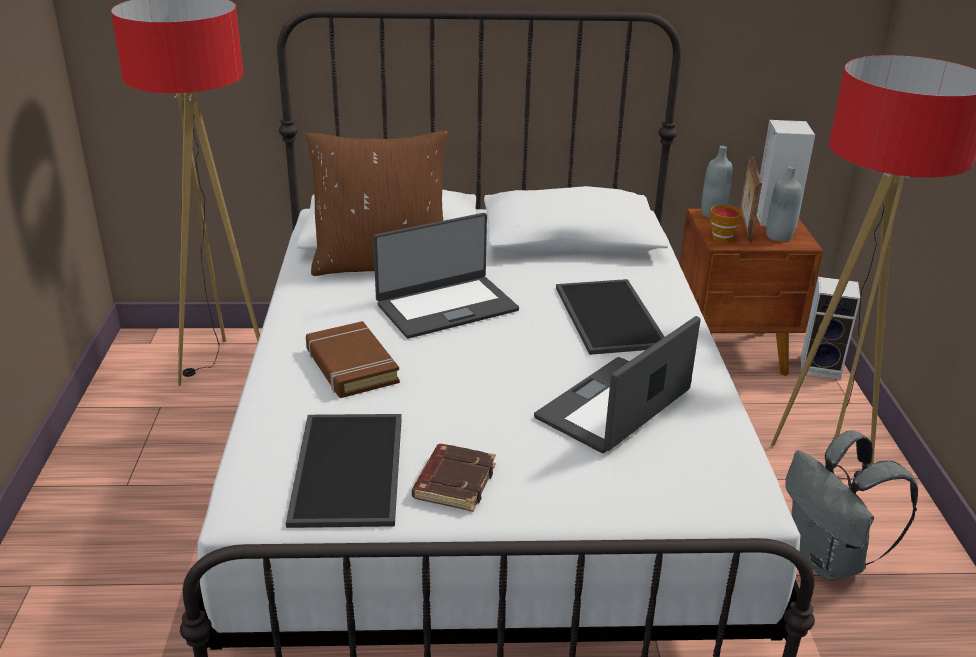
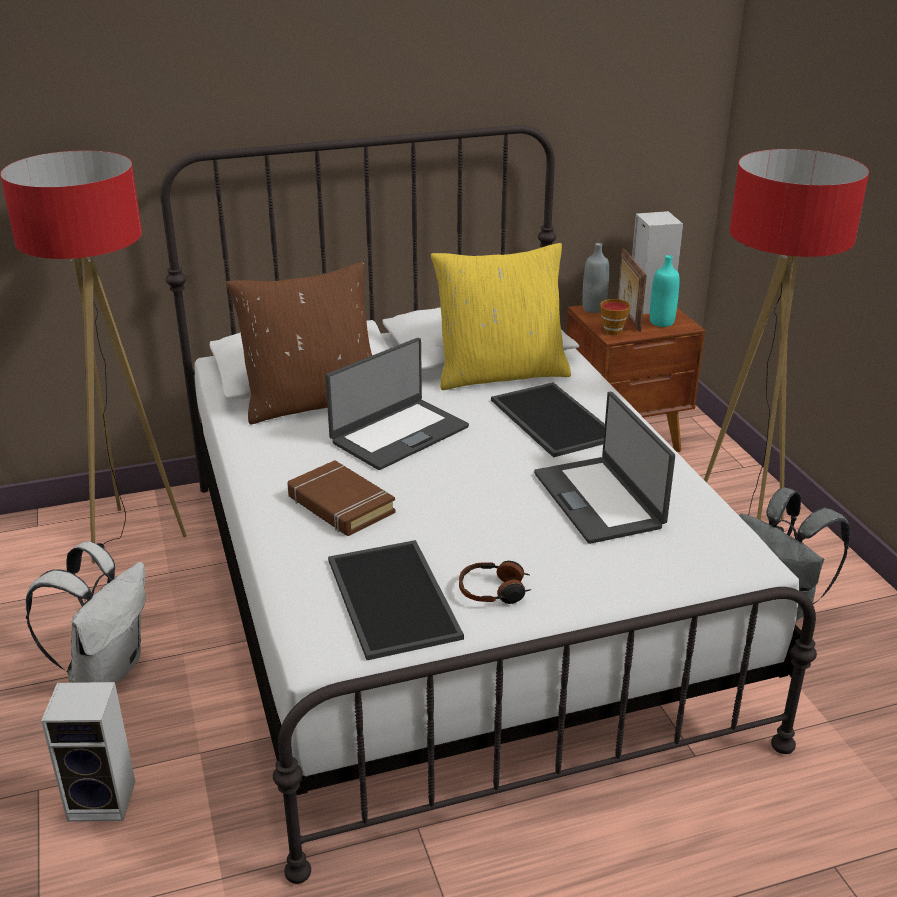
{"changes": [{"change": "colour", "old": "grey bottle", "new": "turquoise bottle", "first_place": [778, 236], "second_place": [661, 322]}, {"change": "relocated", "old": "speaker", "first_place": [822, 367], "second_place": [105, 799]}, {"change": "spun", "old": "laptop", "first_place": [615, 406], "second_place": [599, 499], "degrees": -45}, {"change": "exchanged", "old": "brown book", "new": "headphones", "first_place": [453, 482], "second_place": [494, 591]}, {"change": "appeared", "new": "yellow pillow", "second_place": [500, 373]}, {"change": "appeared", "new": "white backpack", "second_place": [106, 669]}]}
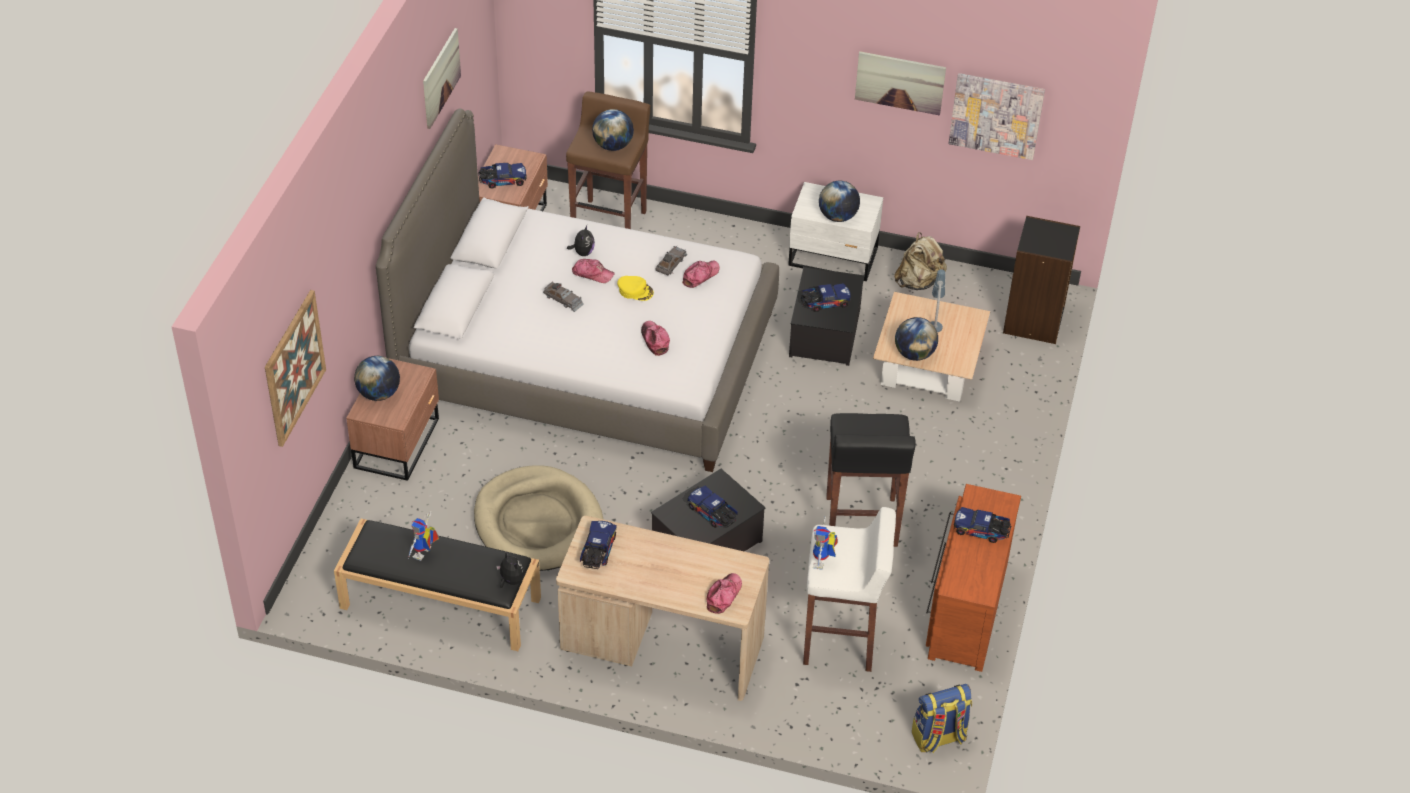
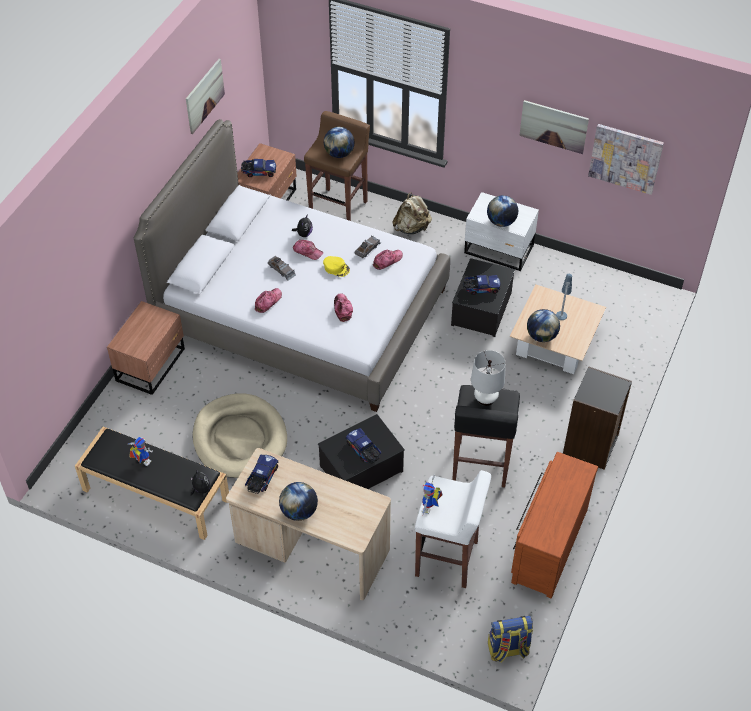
{"changes": [{"change": "relocated", "old": "black bookcase", "first_place": [1034, 320], "second_place": [591, 445]}, {"change": "relocated", "old": "beige backpack", "first_place": [918, 282], "second_place": [412, 228]}, {"change": "missing", "old": "picture", "first_place": [294, 367]}, {"change": "relocated", "old": "globe", "first_place": [379, 394], "second_place": [299, 511]}, {"change": "missing", "old": "toy truck", "first_place": [981, 531]}, {"change": "spun", "old": "toy robot", "first_place": [424, 555], "second_place": [141, 461], "degrees": 90}, {"change": "relocated", "old": "cap", "first_place": [723, 595], "second_place": [268, 302]}, {"change": "appeared", "new": "white table lamp", "second_place": [485, 399]}]}
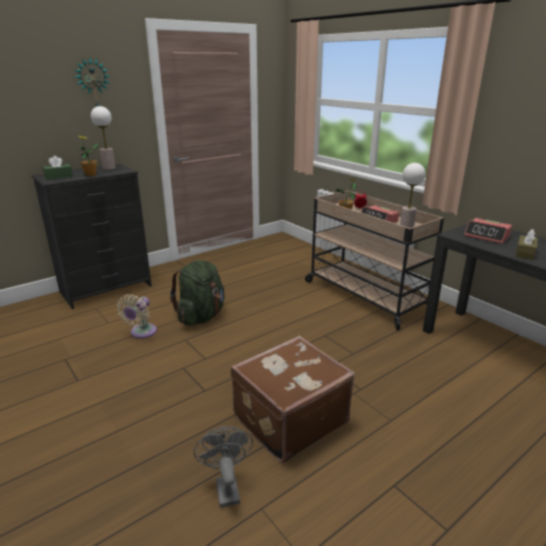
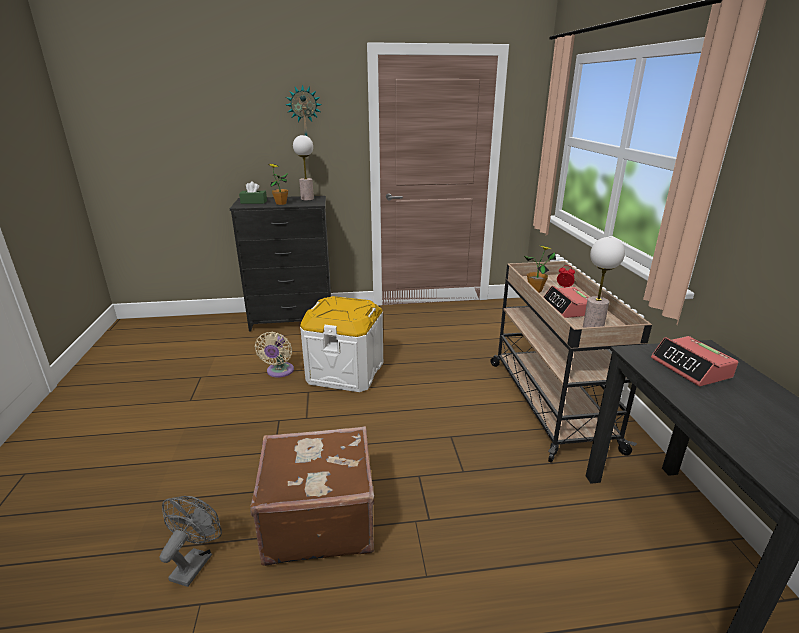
{"changes": [{"change": "missing", "old": "brown tissue box", "first_place": [525, 253]}, {"change": "exchanged", "old": "green backpack", "new": "white storage box", "first_place": [201, 316], "second_place": [345, 372]}, {"change": "spun", "old": "beige fan", "first_place": [141, 333], "second_place": [279, 372], "degrees": -45}]}
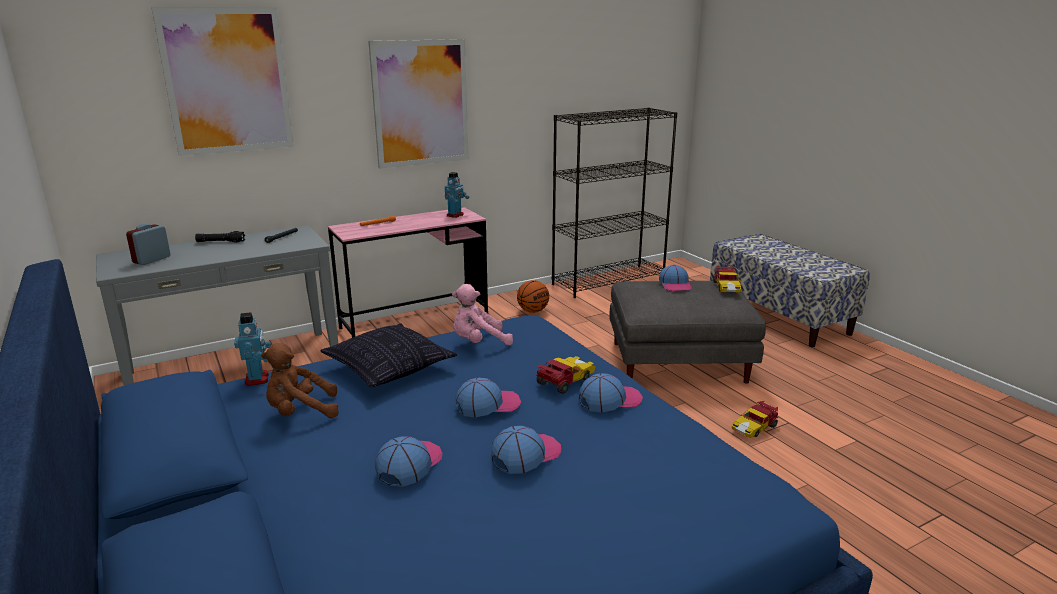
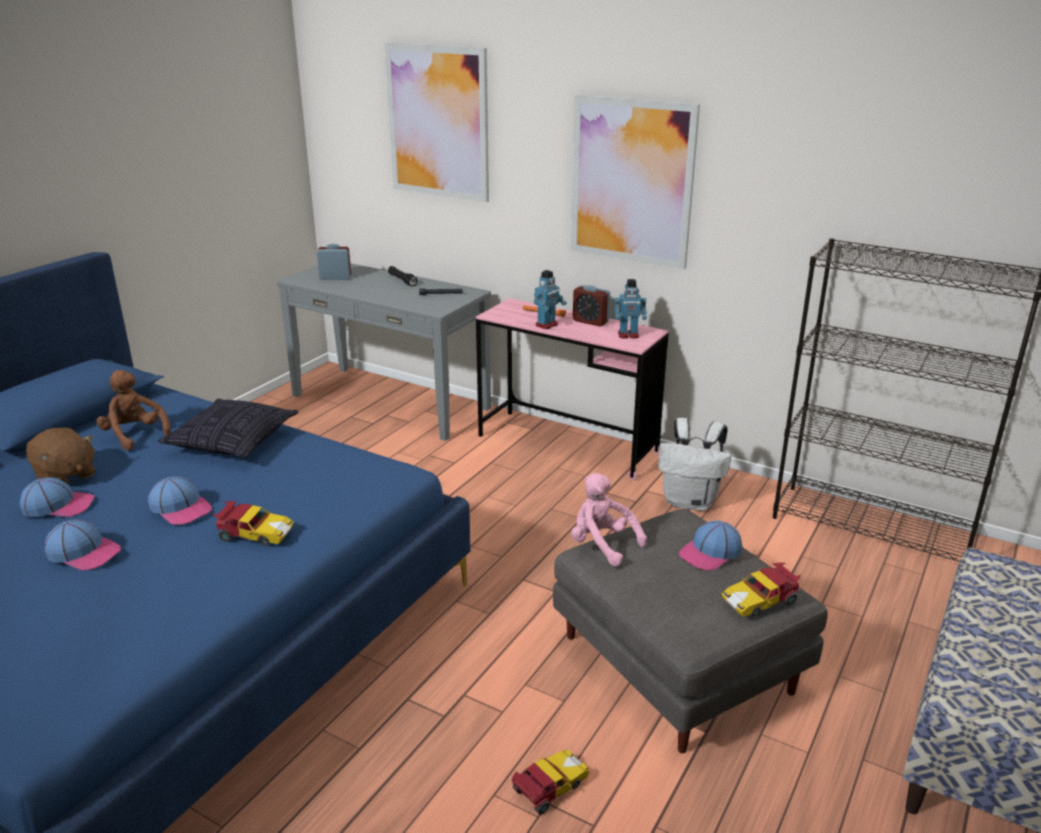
{"changes": [{"change": "exchanged", "old": "basketball", "new": "white backpack", "first_place": [532, 311], "second_place": [690, 502]}, {"change": "relocated", "old": "pink plush toy", "first_place": [478, 342], "second_place": [602, 545]}, {"change": "relocated", "old": "toy robot", "first_place": [257, 379], "second_place": [547, 325]}, {"change": "missing", "old": "cap", "first_place": [610, 400]}, {"change": "spun", "old": "toy car", "first_place": [754, 427], "second_place": [548, 788], "degrees": 120}, {"change": "appeared", "new": "alarm clock", "second_place": [590, 321]}, {"change": "appeared", "new": "brown plush toy", "second_place": [65, 476]}]}
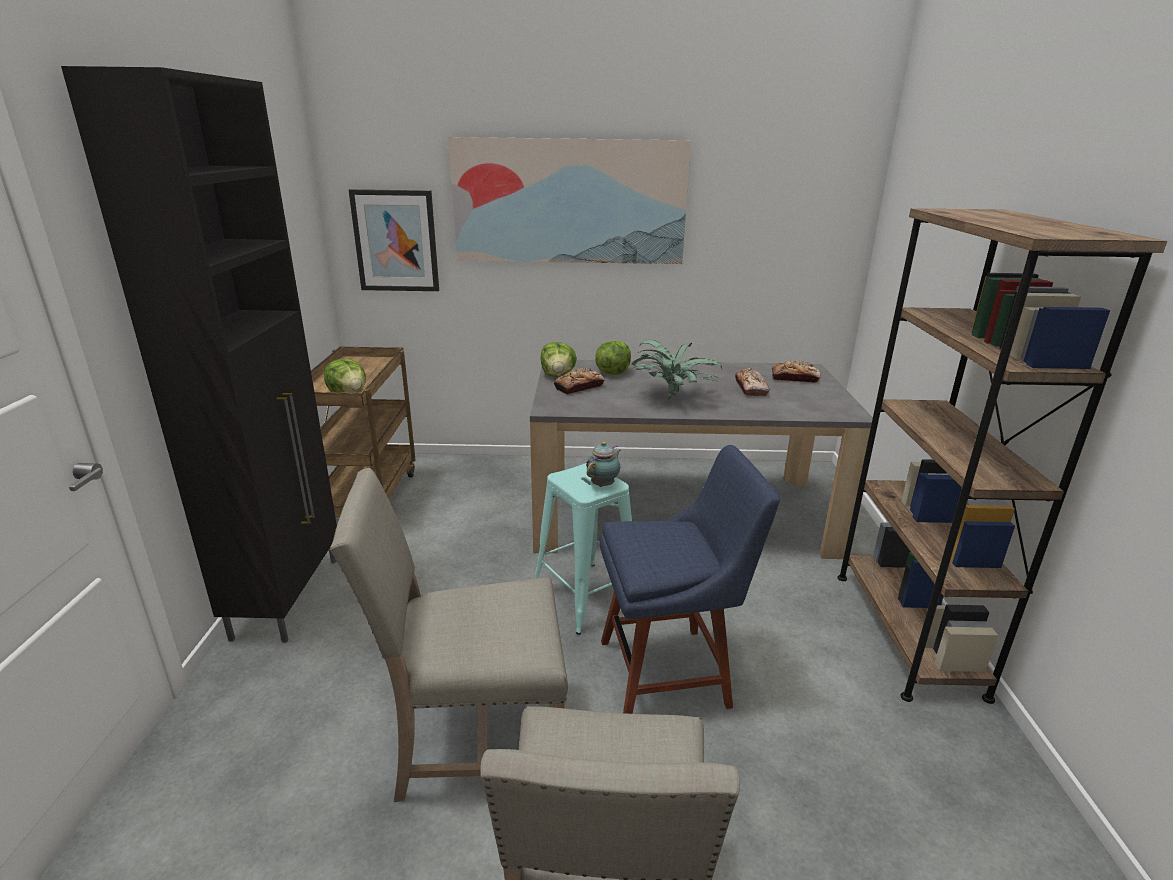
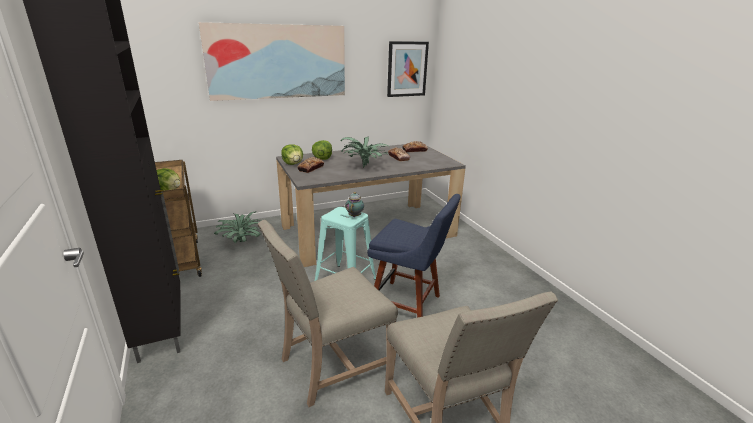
{"changes": [{"change": "relocated", "old": "picture", "first_place": [396, 241], "second_place": [407, 69]}, {"change": "missing", "old": "brown bookcase", "first_place": [906, 631]}, {"change": "spun", "old": "blue chair", "first_place": [671, 671], "second_place": [408, 305], "degrees": 60}, {"change": "appeared", "new": "potted plant", "second_place": [242, 242]}]}
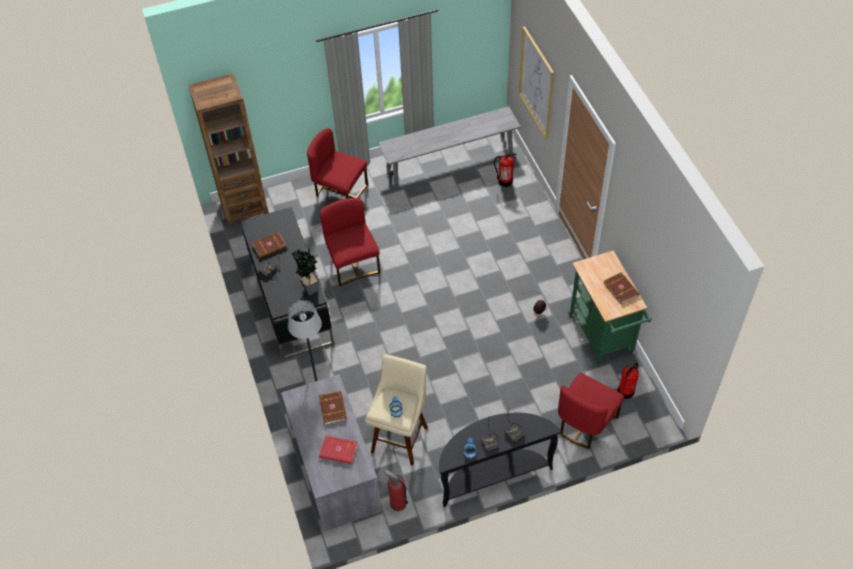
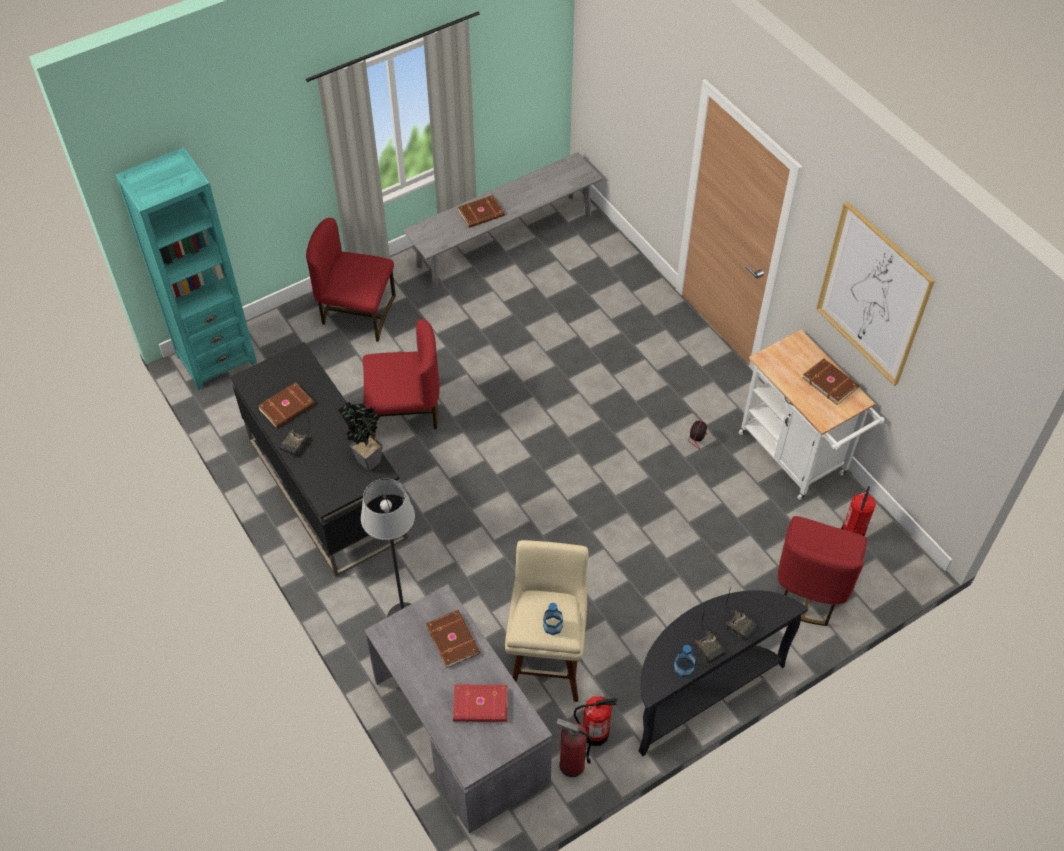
{"changes": [{"change": "relocated", "old": "picture", "first_place": [536, 83], "second_place": [873, 294]}, {"change": "colour", "old": "brown bookcase", "new": "turquoise bookcase", "first_place": [244, 208], "second_place": [216, 358]}, {"change": "relocated", "old": "fire extinguisher", "first_place": [505, 181], "second_place": [595, 733]}, {"change": "spun", "old": "red chair", "first_place": [353, 263], "second_place": [404, 414], "degrees": 120}, {"change": "colour", "old": "green cart", "new": "white cart", "first_place": [603, 336], "second_place": [797, 458]}, {"change": "appeared", "new": "brown book", "second_place": [481, 214]}]}
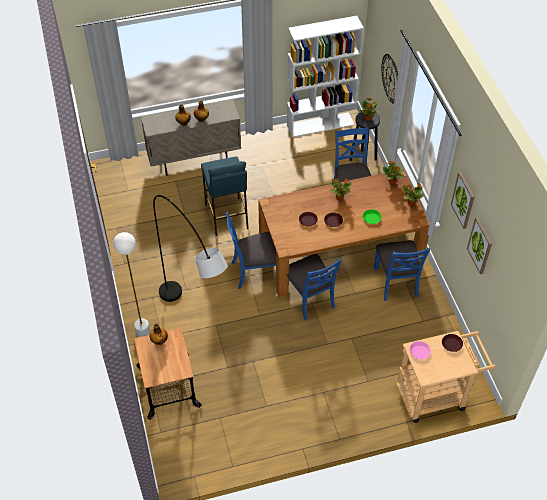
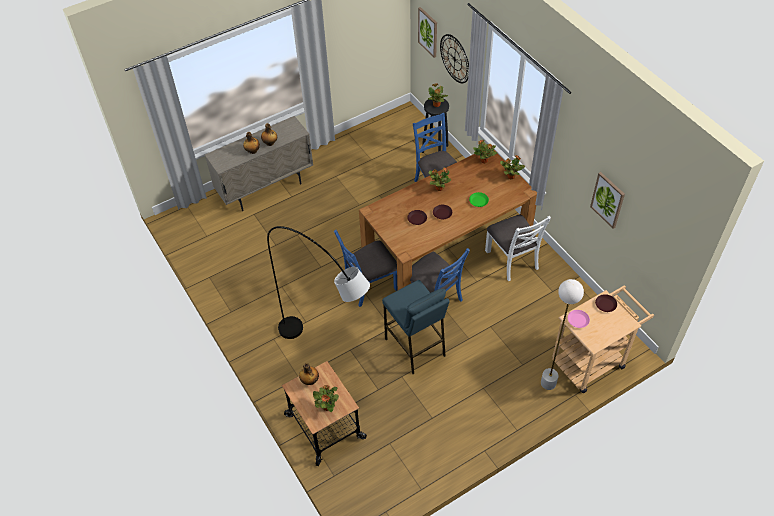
{"changes": [{"change": "missing", "old": "white bookcase", "first_place": [320, 124]}, {"change": "relocated", "old": "blue stool", "first_place": [226, 217], "second_place": [415, 347]}, {"change": "relocated", "old": "picture", "first_place": [463, 200], "second_place": [428, 32]}, {"change": "relocated", "old": "white floor lamp", "first_place": [143, 332], "second_place": [548, 383]}, {"change": "colour", "old": "blue chair", "new": "white chair", "first_place": [396, 282], "second_place": [512, 259]}, {"change": "appeared", "new": "potted plant", "second_place": [327, 406]}]}
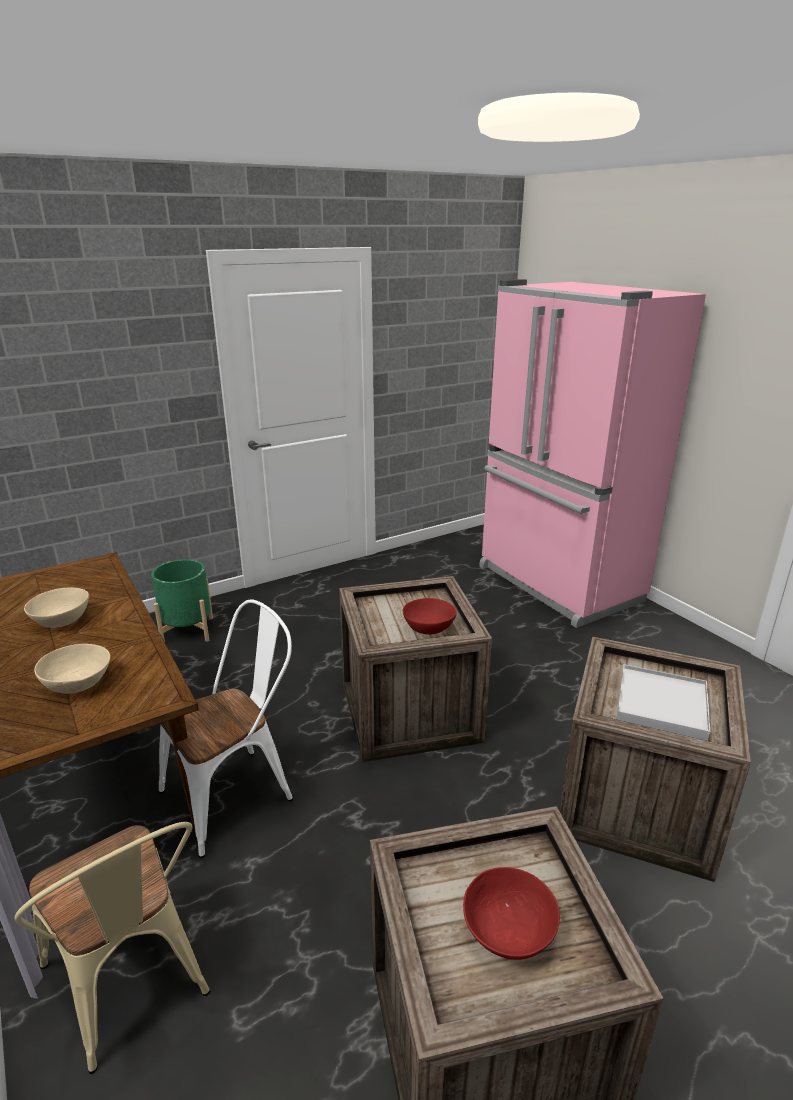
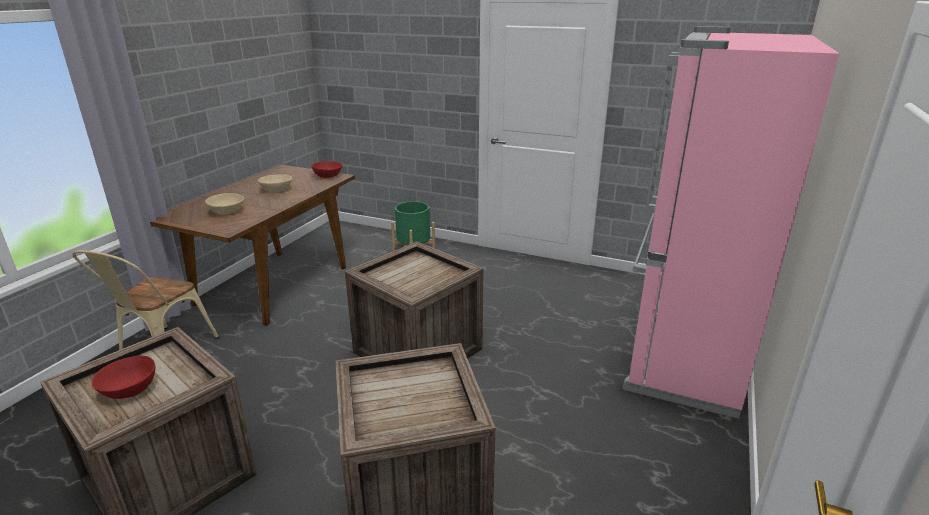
{"changes": [{"change": "relocated", "old": "red bowl", "first_place": [428, 627], "second_place": [328, 176]}, {"change": "missing", "old": "white chair", "first_place": [237, 792]}, {"change": "missing", "old": "white tray", "first_place": [661, 705]}]}
